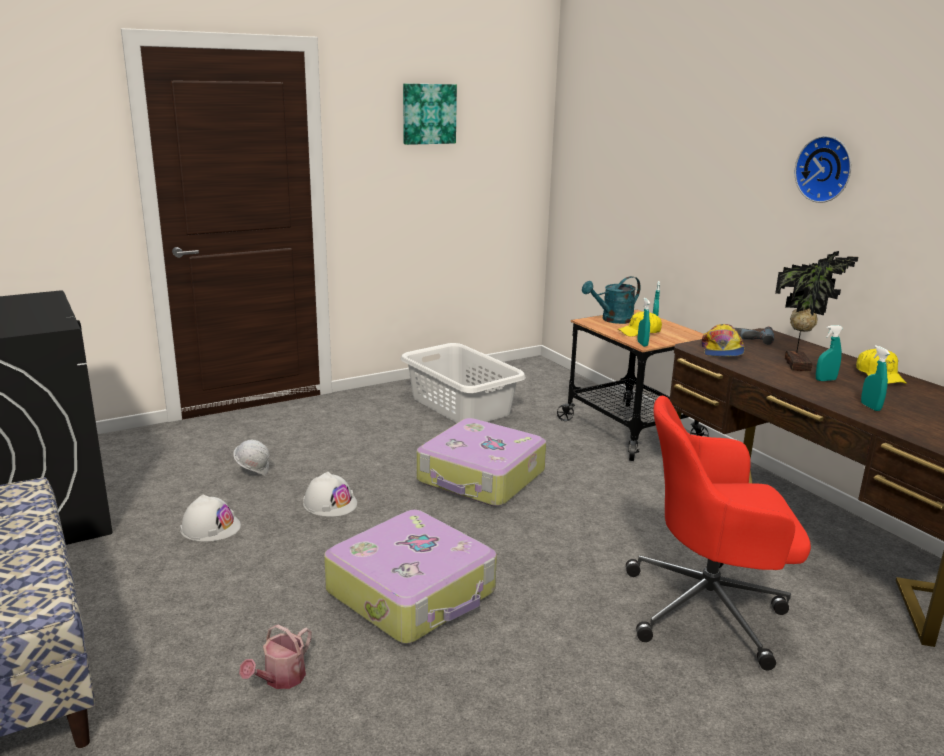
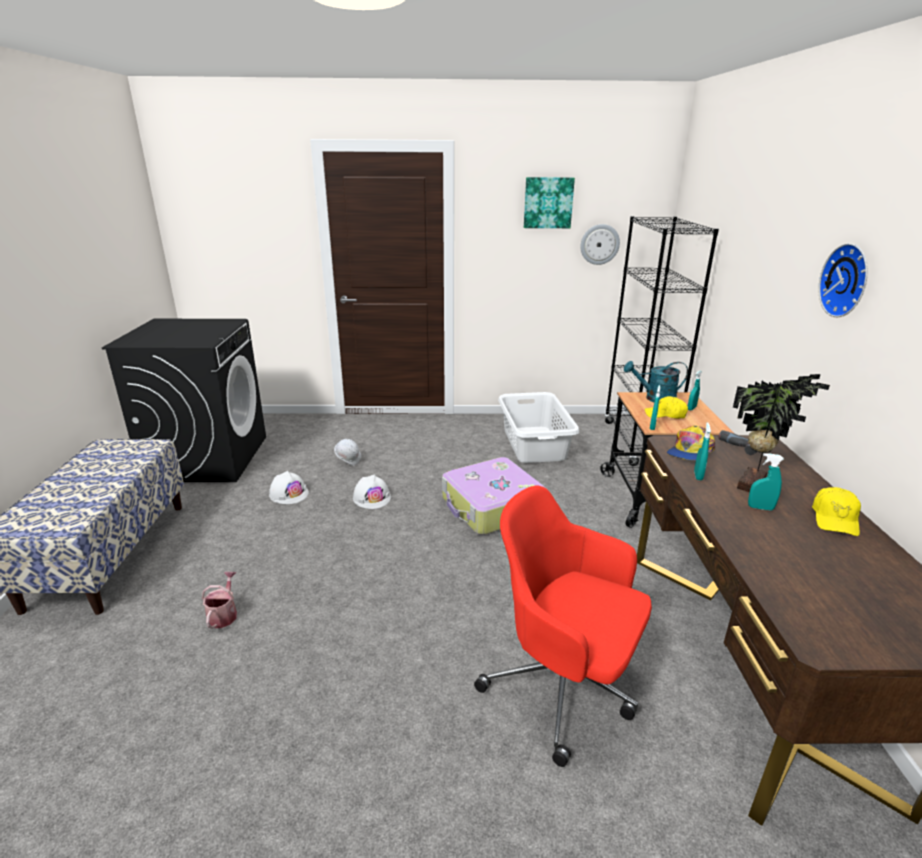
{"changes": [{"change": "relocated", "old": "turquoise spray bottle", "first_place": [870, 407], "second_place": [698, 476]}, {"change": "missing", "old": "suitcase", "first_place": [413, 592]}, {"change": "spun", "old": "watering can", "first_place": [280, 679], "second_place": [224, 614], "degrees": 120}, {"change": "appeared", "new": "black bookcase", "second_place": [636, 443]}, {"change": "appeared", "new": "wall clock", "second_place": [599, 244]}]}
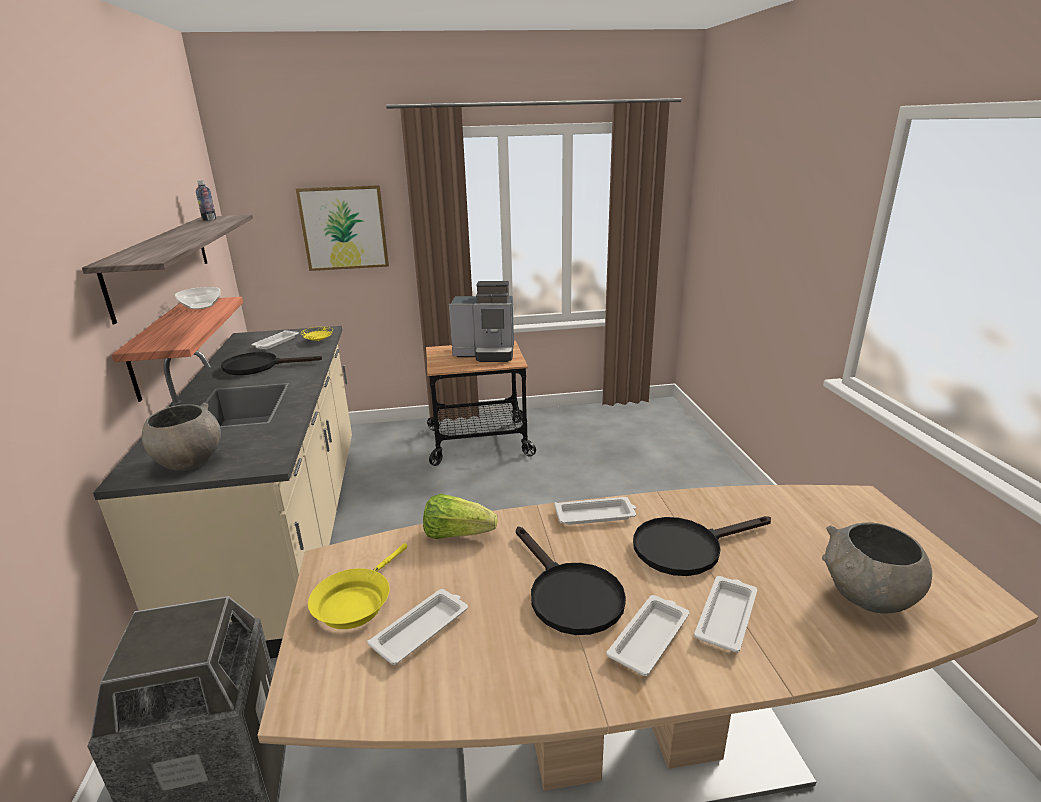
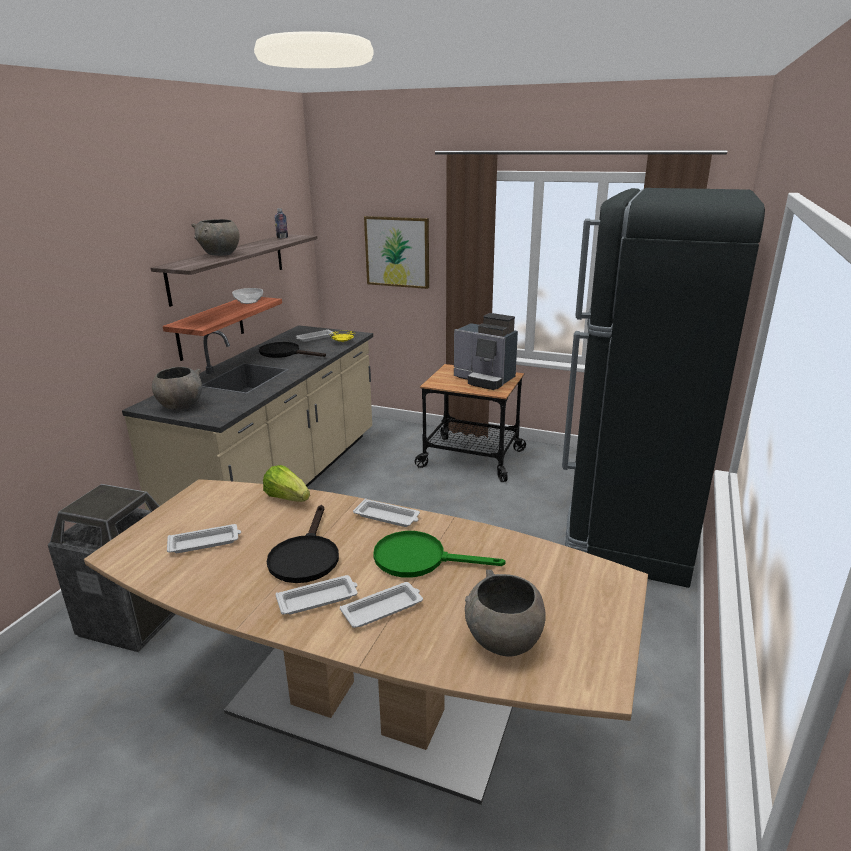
{"changes": [{"change": "colour", "old": "black frying pan", "new": "green frying pan", "first_place": [686, 547], "second_place": [420, 559]}, {"change": "missing", "old": "yellow frying pan", "first_place": [356, 602]}, {"change": "appeared", "new": "black fridge", "second_place": [630, 533]}, {"change": "appeared", "new": "grey bowl", "second_place": [220, 254]}]}
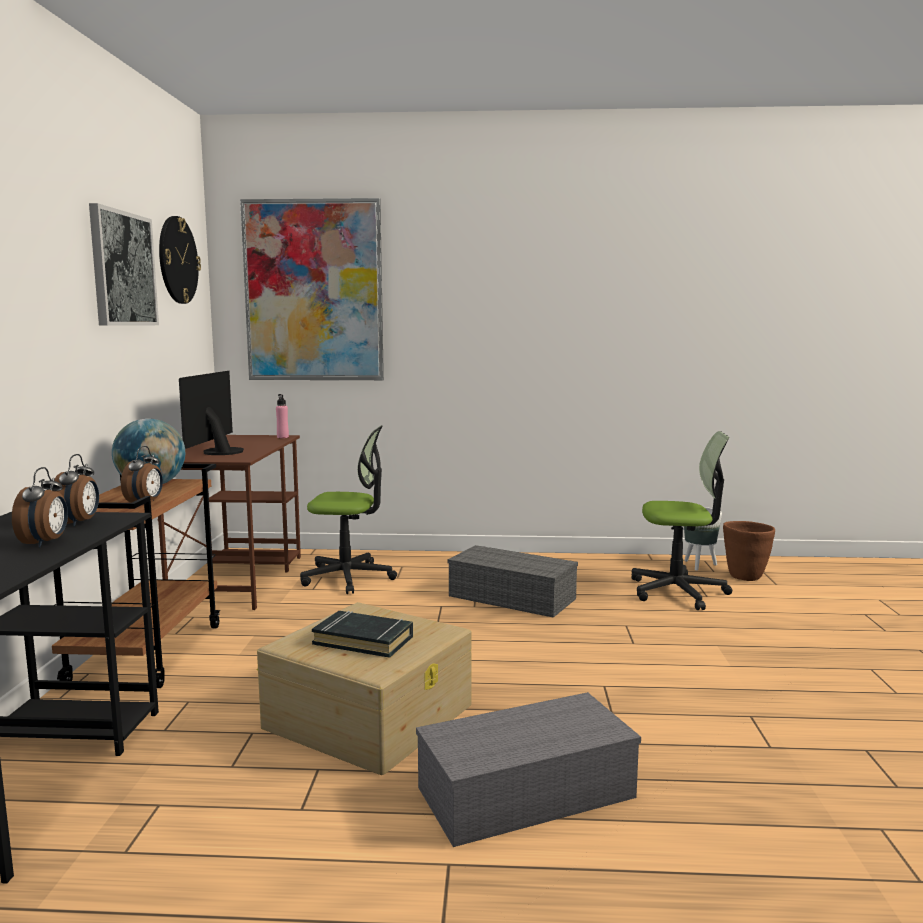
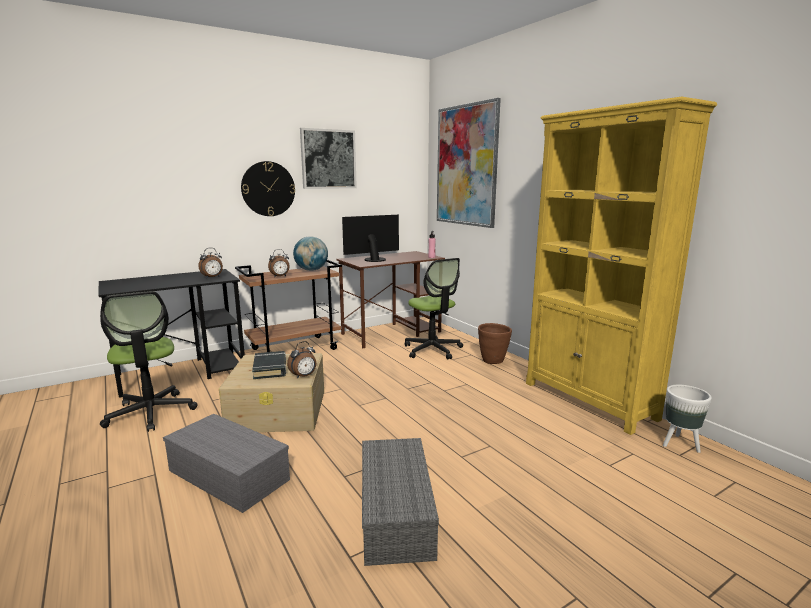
{"changes": [{"change": "relocated", "old": "wall clock", "first_place": [177, 260], "second_place": [268, 189]}, {"change": "relocated", "old": "office chair", "first_place": [678, 591], "second_place": [151, 413]}, {"change": "relocated", "old": "alarm clock", "first_place": [45, 543], "second_place": [304, 376]}, {"change": "relocated", "old": "brown planter", "first_place": [745, 576], "second_place": [493, 361]}, {"change": "relocated", "old": "grey storage box", "first_place": [514, 597], "second_place": [397, 514]}, {"change": "appeared", "new": "yellow bookcase", "second_place": [589, 401]}]}
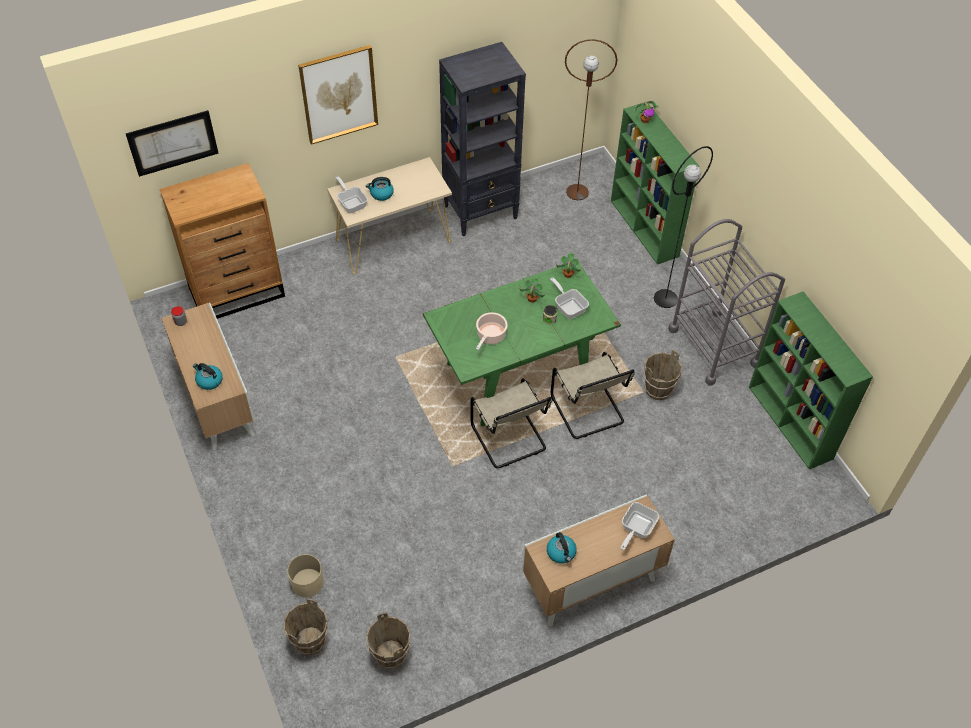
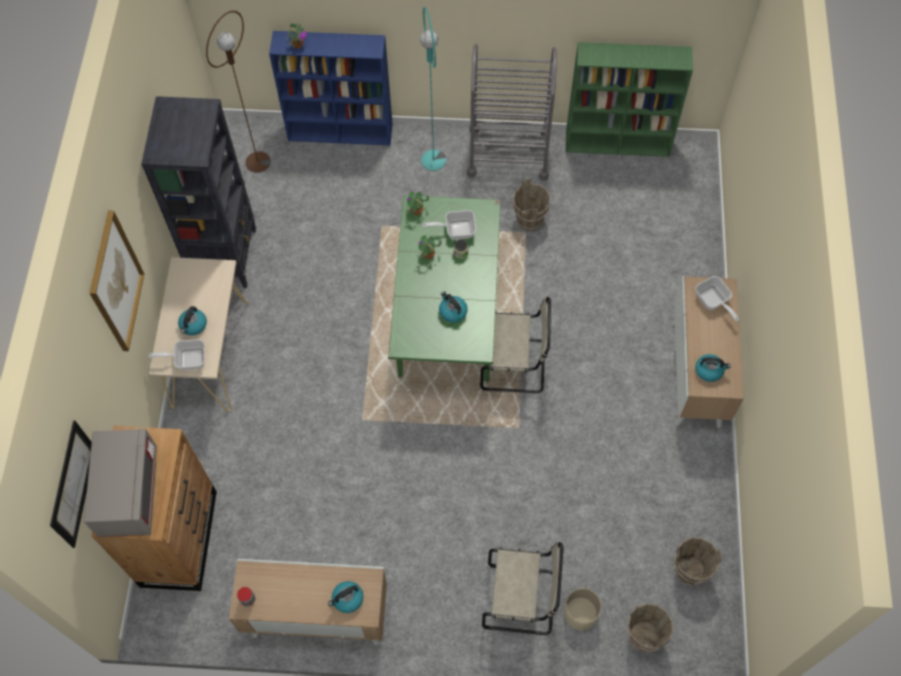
{"changes": [{"change": "colour", "old": "green bookcase", "new": "blue bookcase", "first_place": [645, 229], "second_place": [341, 132]}, {"change": "colour", "old": "black floor lamp", "new": "turquoise floor lamp", "first_place": [665, 299], "second_place": [433, 160]}, {"change": "exchanged", "old": "cooking pot", "new": "kettle", "first_place": [490, 336], "second_place": [452, 312]}, {"change": "relocated", "old": "beige chair", "first_place": [588, 411], "second_place": [522, 600]}, {"change": "appeared", "new": "grey microwave", "second_place": [129, 492]}]}
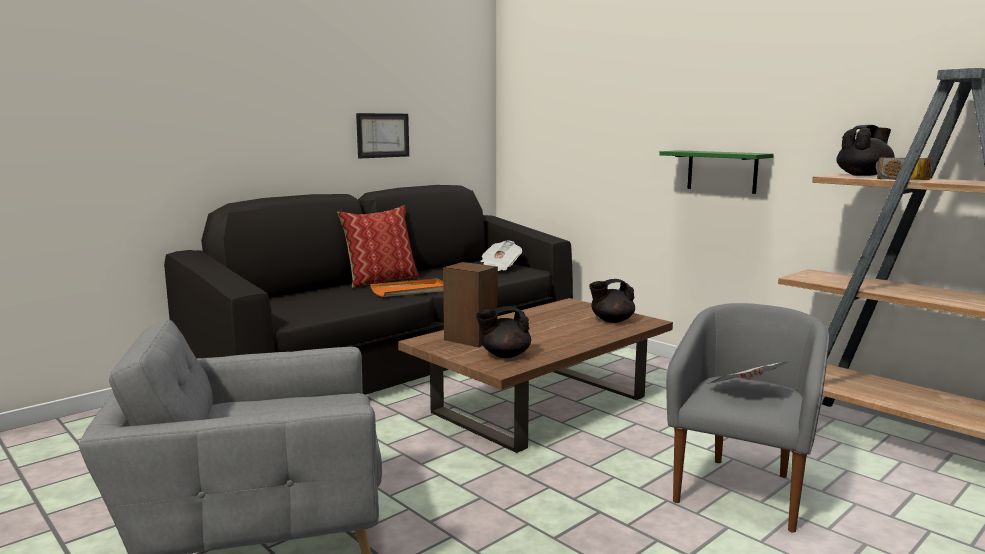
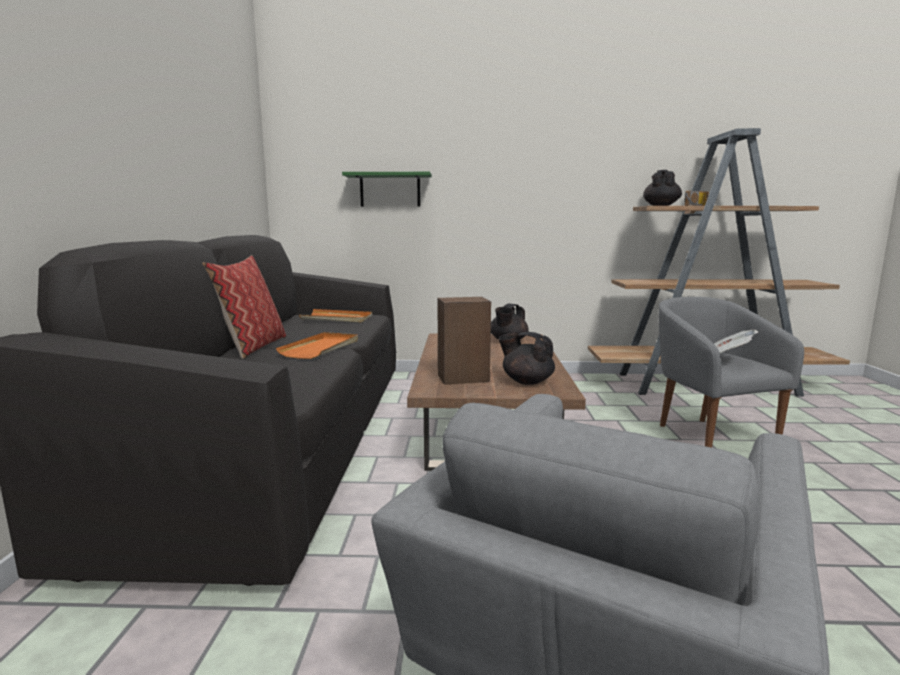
{"changes": [{"change": "missing", "old": "picture", "first_place": [383, 135]}, {"change": "relocated", "old": "green shelf", "first_place": [722, 171], "second_place": [390, 190]}, {"change": "exchanged", "old": "newspaper", "new": "orange tray", "first_place": [499, 268], "second_place": [337, 318]}, {"change": "spun", "old": "black teapot", "first_place": [504, 355], "second_place": [526, 381], "degrees": 90}]}
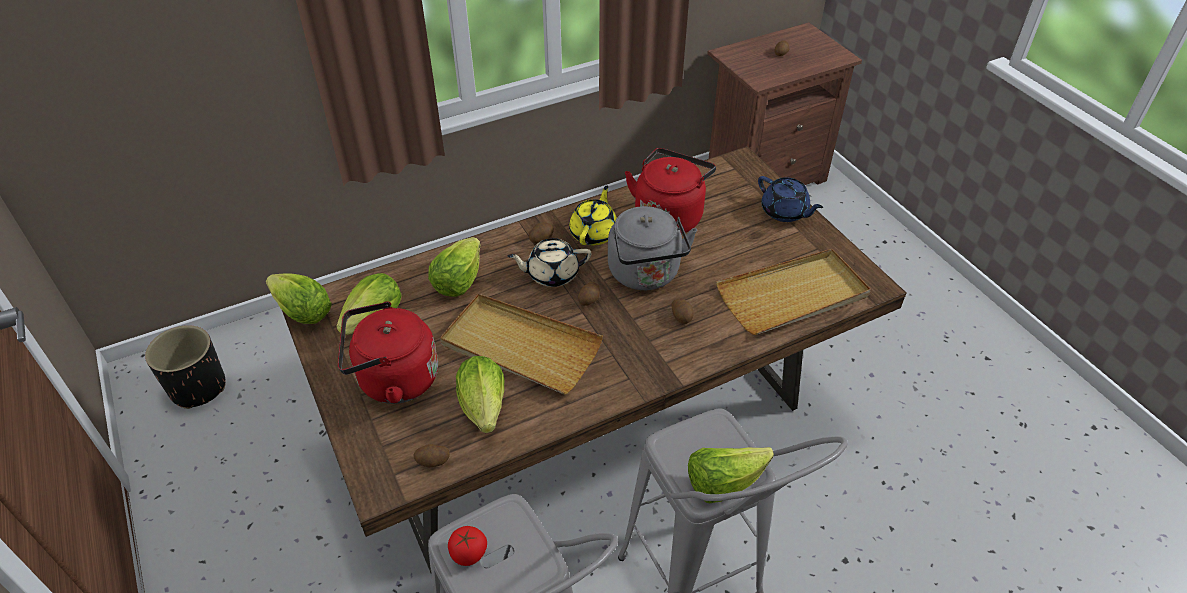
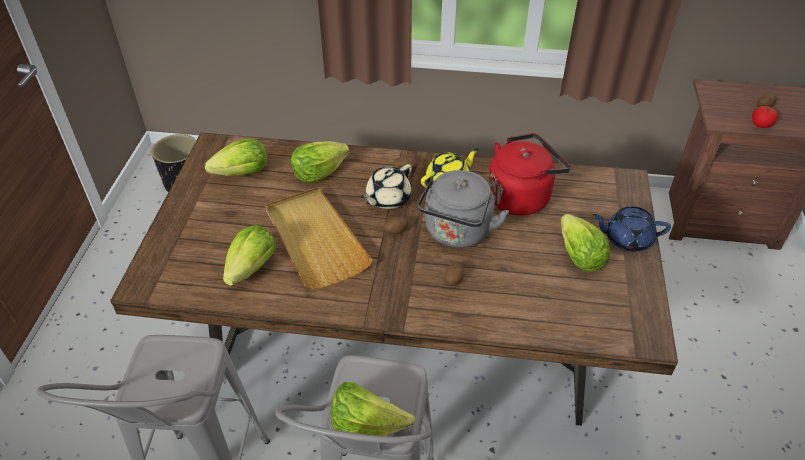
{"changes": [{"change": "spun", "old": "blue teapot", "first_place": [785, 212], "second_place": [627, 239], "degrees": 105}, {"change": "spun", "old": "beige teapot", "first_place": [551, 274], "second_place": [387, 199], "degrees": -75}, {"change": "missing", "old": "beige tray", "first_place": [793, 295]}, {"change": "relocated", "old": "lettuce", "first_place": [303, 312], "second_place": [579, 257]}, {"change": "missing", "old": "red kettle", "first_place": [393, 380]}, {"change": "missing", "old": "potato", "first_place": [432, 461]}, {"change": "relocated", "old": "tomato", "first_place": [468, 553], "second_place": [761, 124]}]}
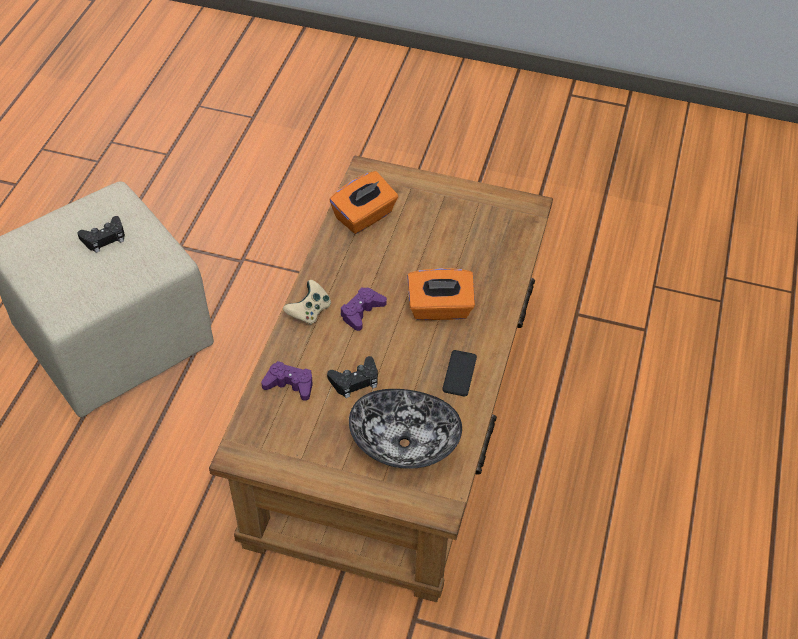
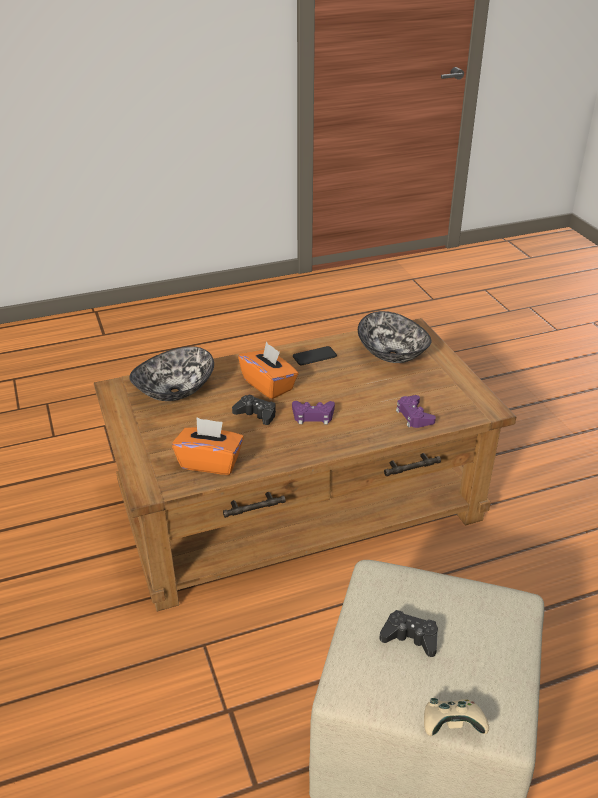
{"changes": [{"change": "relocated", "old": "beige game controller", "first_place": [309, 311], "second_place": [452, 726]}, {"change": "relocated", "old": "black game controller", "first_place": [355, 381], "second_place": [256, 414]}, {"change": "appeared", "new": "bowl", "second_place": [175, 391]}]}
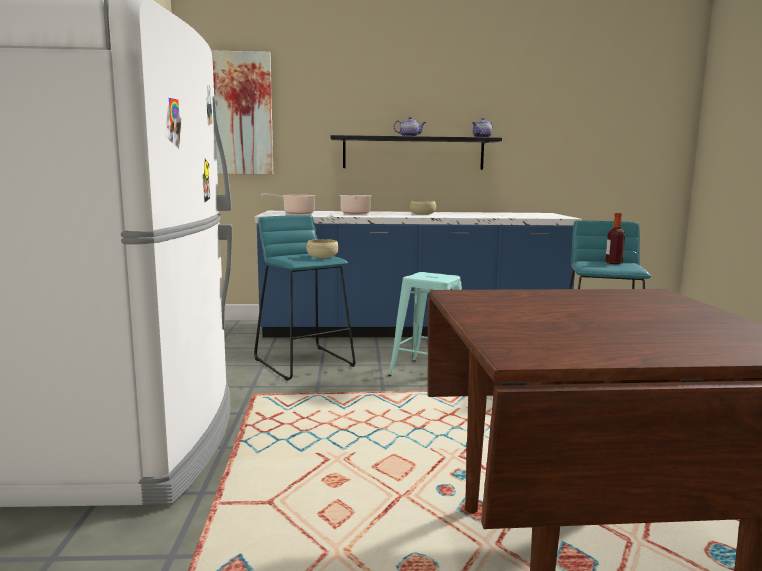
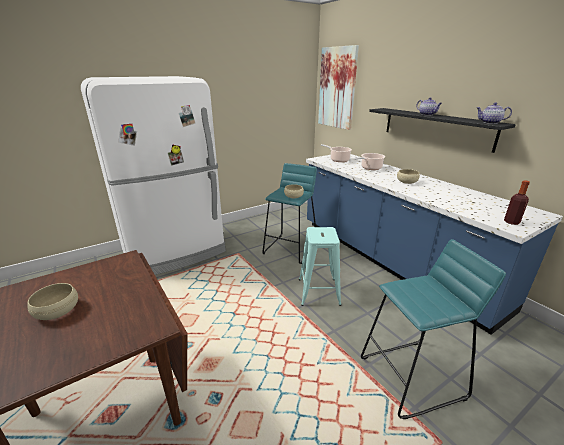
{"changes": [{"change": "relocated", "old": "bottle", "first_place": [613, 263], "second_place": [511, 222]}, {"change": "appeared", "new": "beige bowl", "second_place": [57, 311]}]}
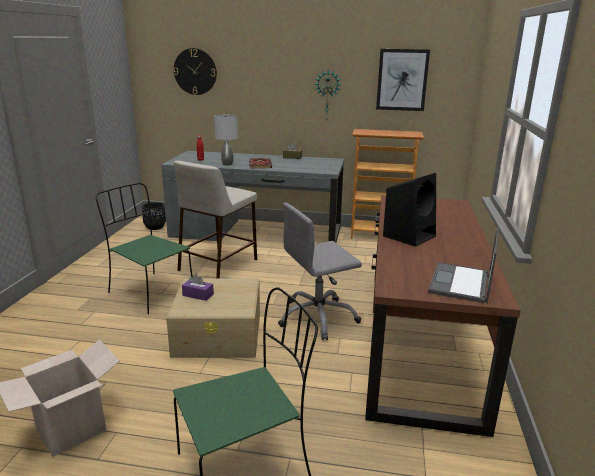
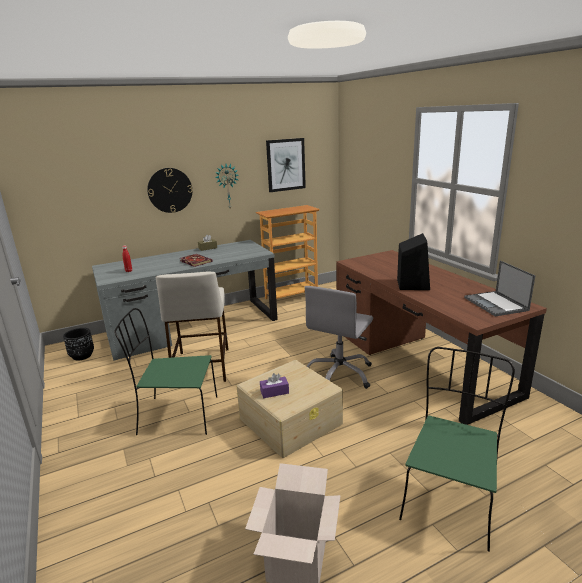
{"changes": [{"change": "relocated", "old": "wall clock", "first_place": [195, 71], "second_place": [170, 190]}, {"change": "missing", "old": "grey table lamp", "first_place": [227, 164]}]}
